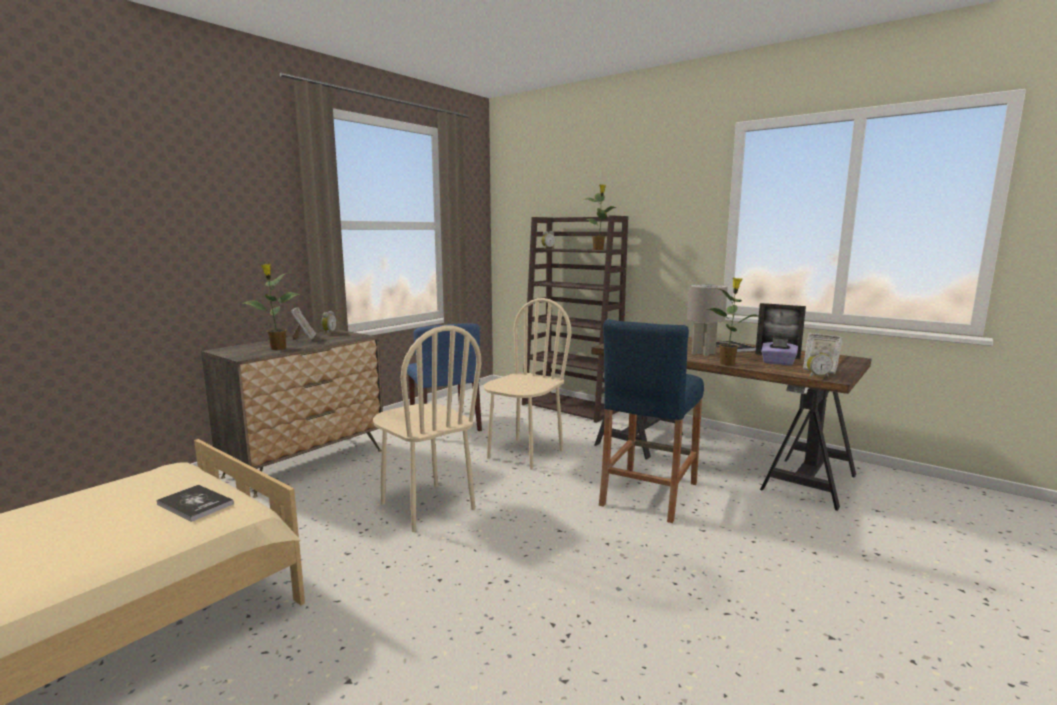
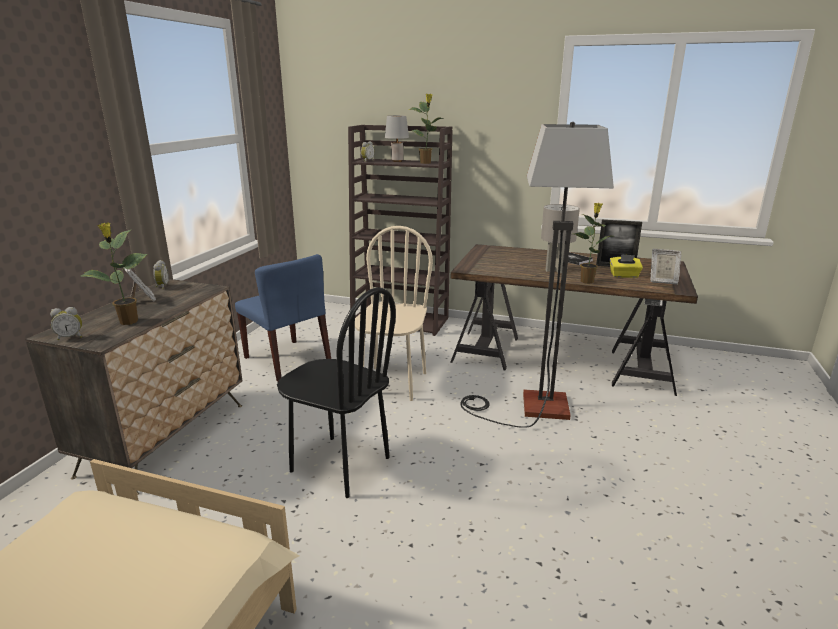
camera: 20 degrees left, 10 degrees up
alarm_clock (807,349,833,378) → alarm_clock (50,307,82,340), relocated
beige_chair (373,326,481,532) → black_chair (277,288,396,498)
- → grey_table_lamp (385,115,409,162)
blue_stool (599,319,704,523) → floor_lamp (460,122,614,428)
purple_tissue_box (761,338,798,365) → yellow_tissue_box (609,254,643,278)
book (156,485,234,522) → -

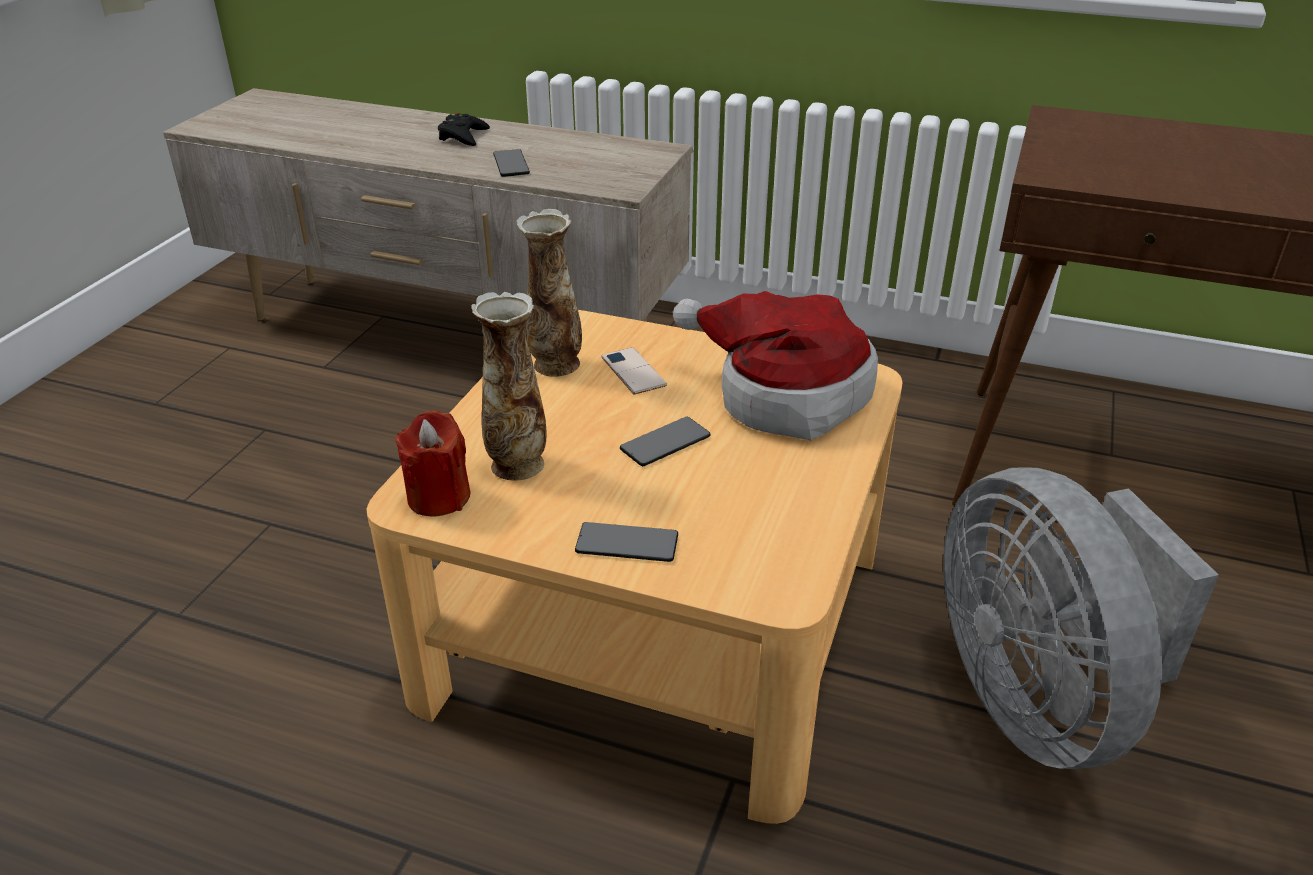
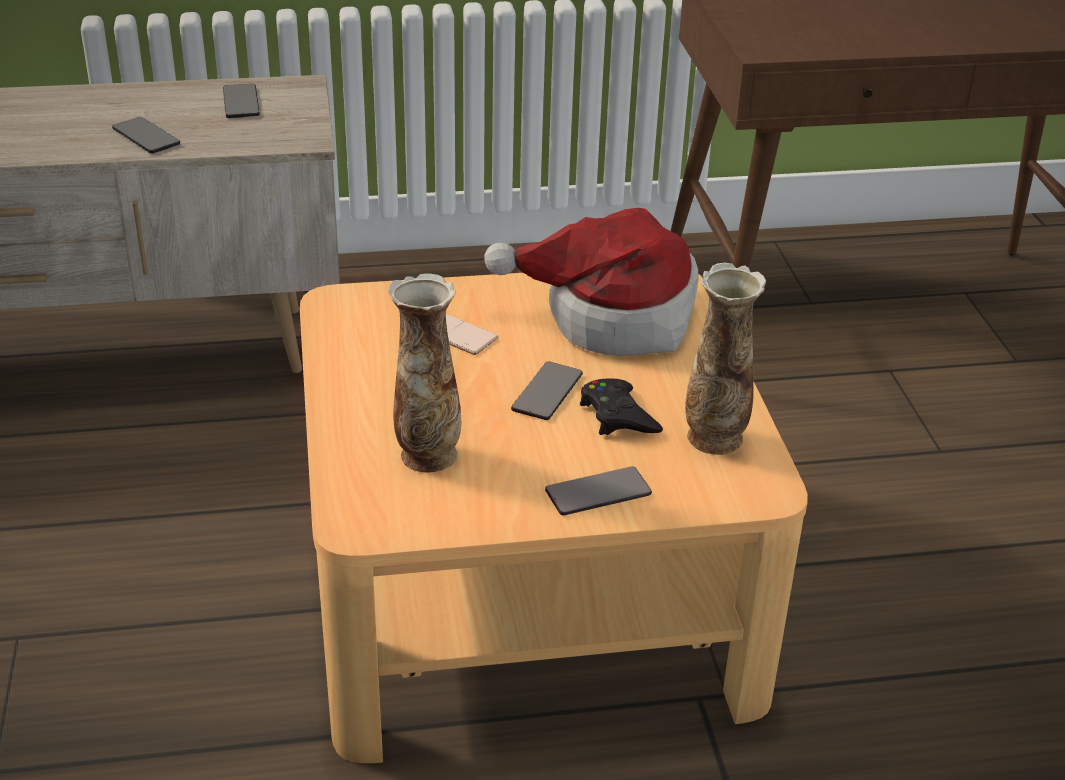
camera: 30 degrees left, 0 degrees up
- → phone (223,84,260,118)
black_game_controller (438,113,490,146) → black_game_controller (580,378,663,435), relocated
vase (516,209,582,376) → vase (685,263,766,455), relocated
red_candle (395,410,471,516) → -
grey_fan (943,467,1219,769) → -

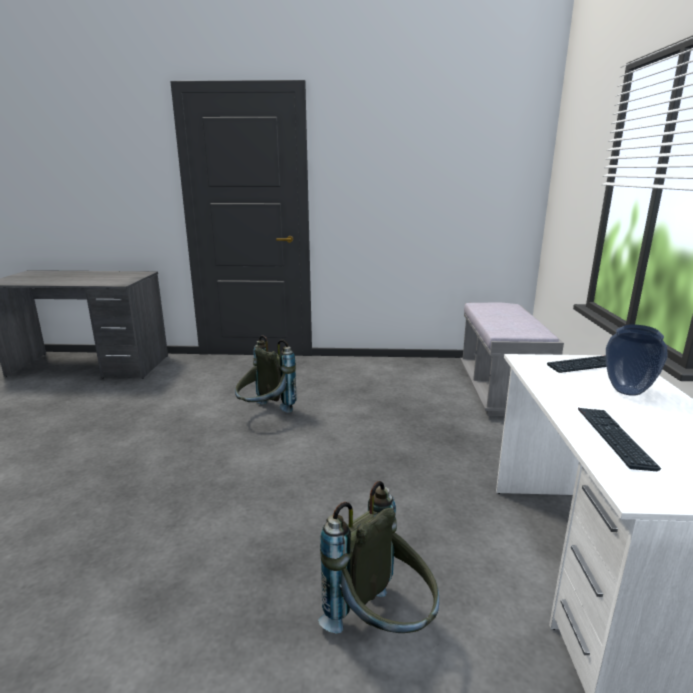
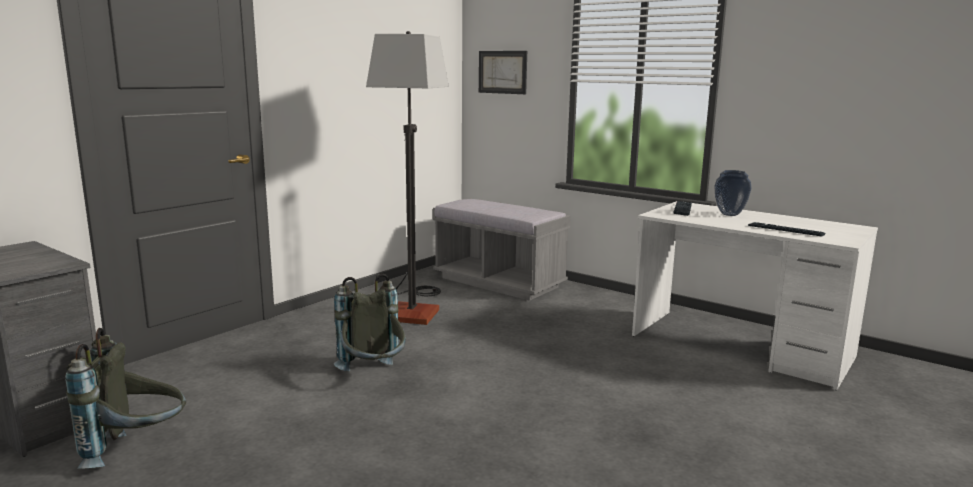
camera: 55 degrees left, 5 degrees down
grey_backpack (318,481,439,634) → grey_backpack (65,328,186,469), relocated
- → floor_lamp (366,31,449,325)
- → picture (479,51,527,94)

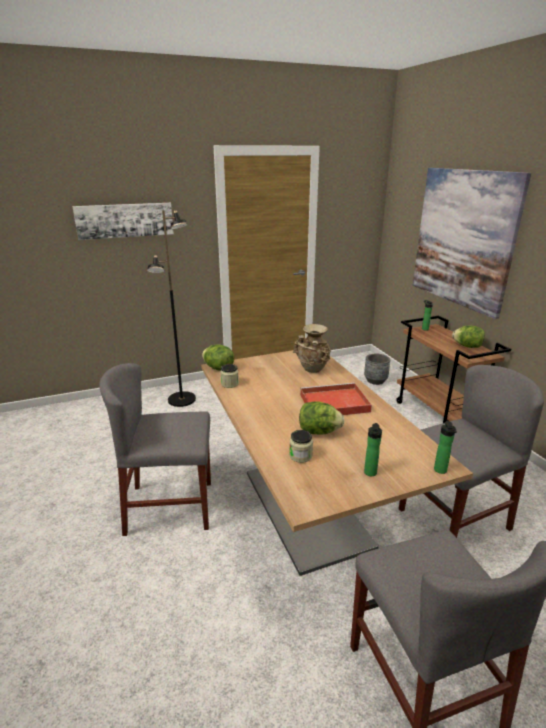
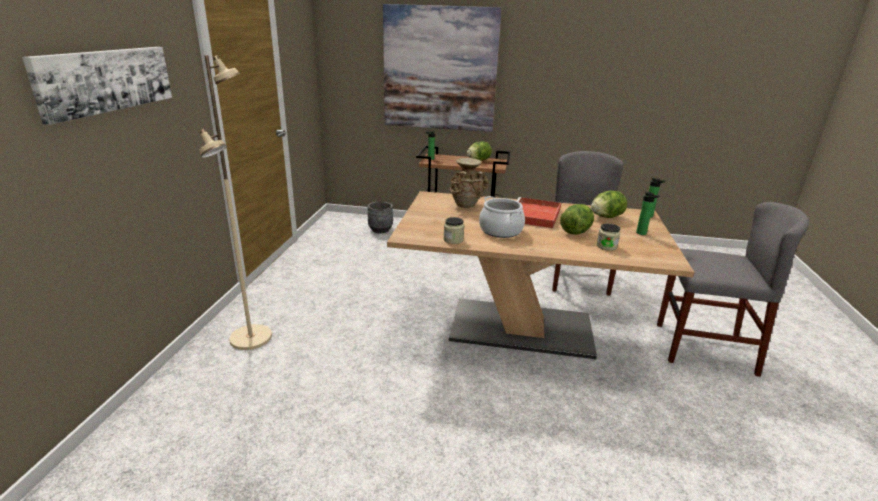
camera: 60 degrees left, 0 degrees up
black_floor_lamp (147,210,196,407) → beige_floor_lamp (199,55,272,350)
- → cooking_pot (479,196,525,238)
lettuce (202,344,234,371) → lettuce (591,190,627,218), relocated
grey_chair (99,363,211,536) → -

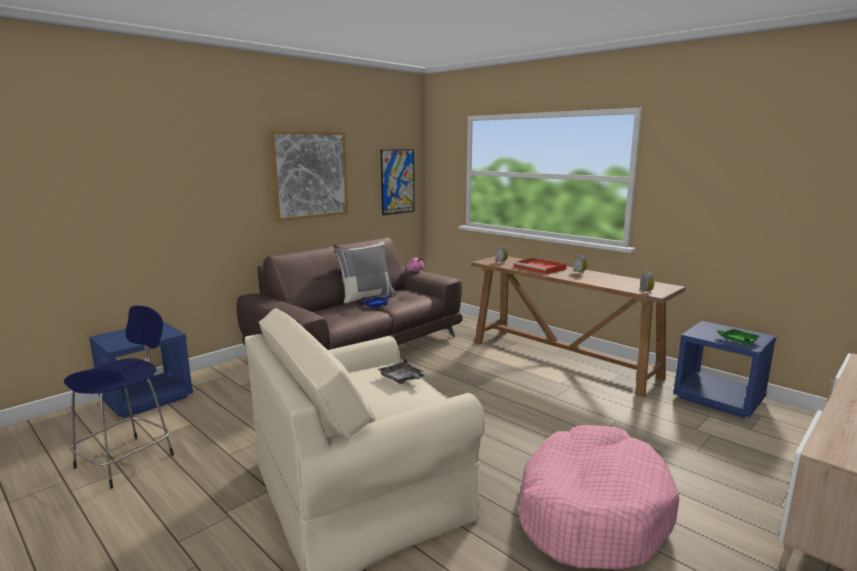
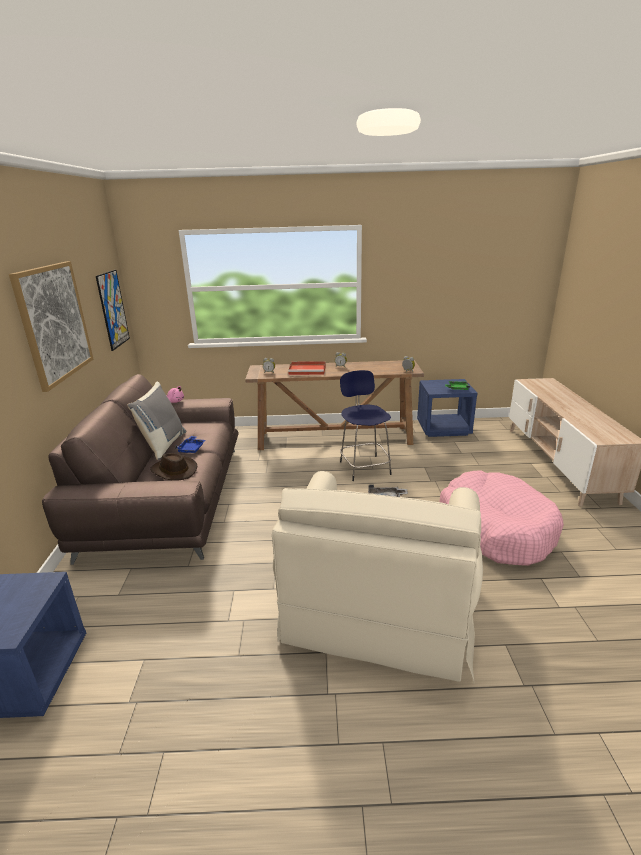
camera: 45 degrees left, 10 degrees up
- → brown_hat (150,453,197,480)
blue_stool (64,306,174,489) → blue_stool (340,370,392,481), relocated

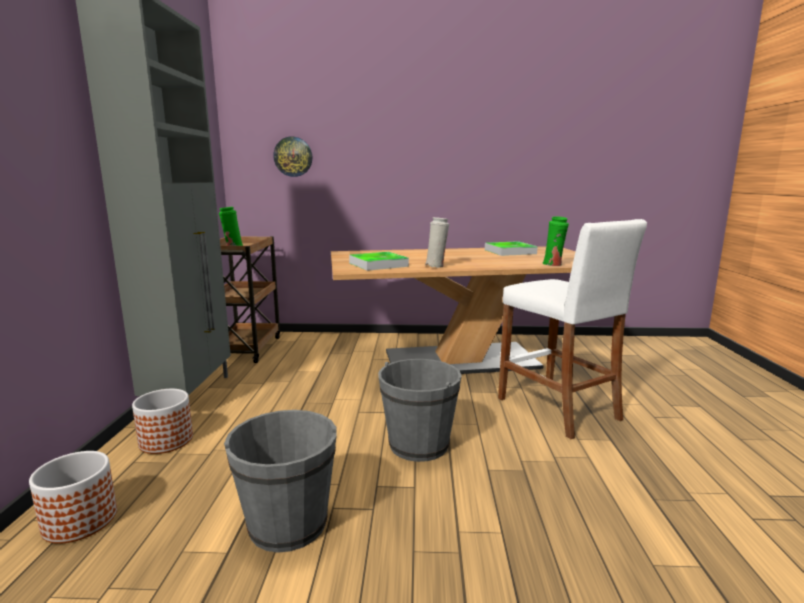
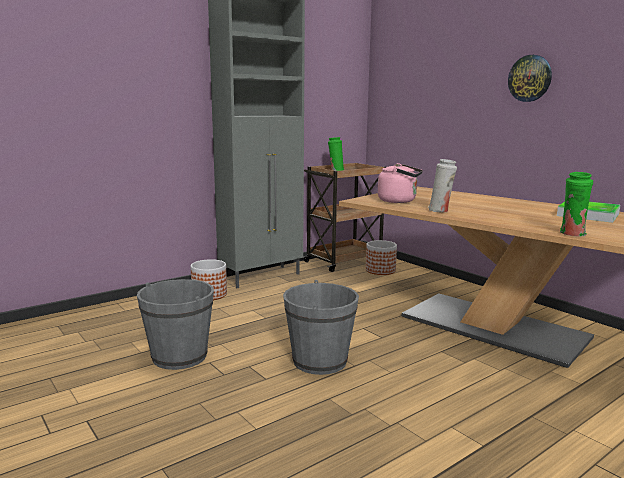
camera: 50 degrees right, 0 degrees up
planter (29,451,117,544) → planter (366,240,397,275), relocated
tray (349,252,409,271) → pink_kettle (378,163,423,203)
wall_clock (273,137,312,177) → wall_clock (508,55,552,102), relocated
white_stool (498,219,647,439) → -

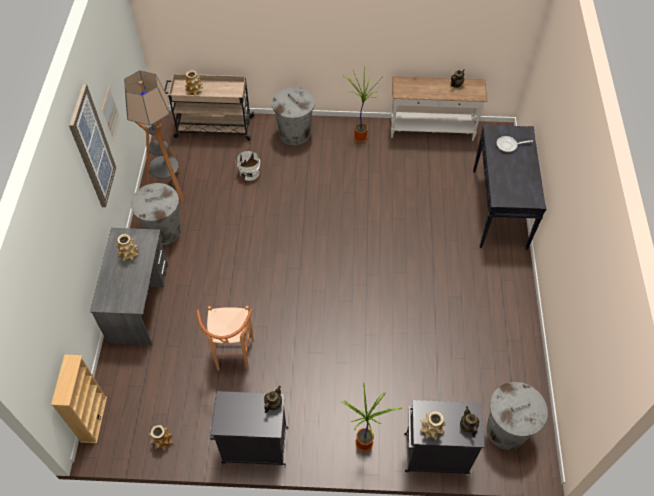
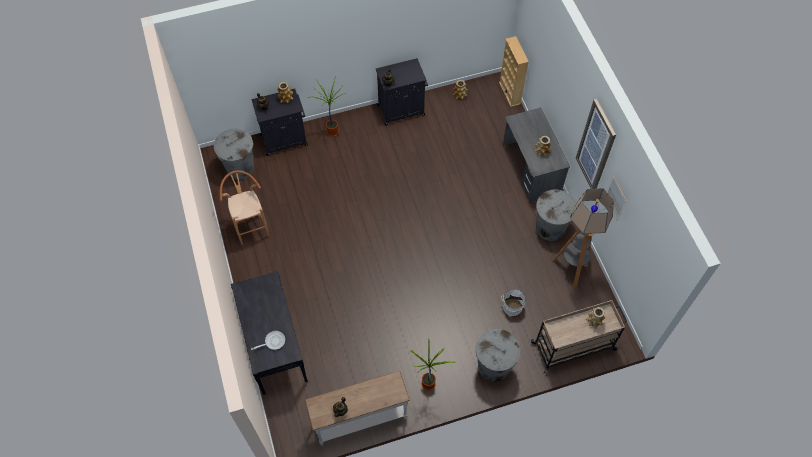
camera: 160 degrees right, 5 degrees up
brown_stool (196,306,253,371) → brown_stool (220,170,269,245), relocated

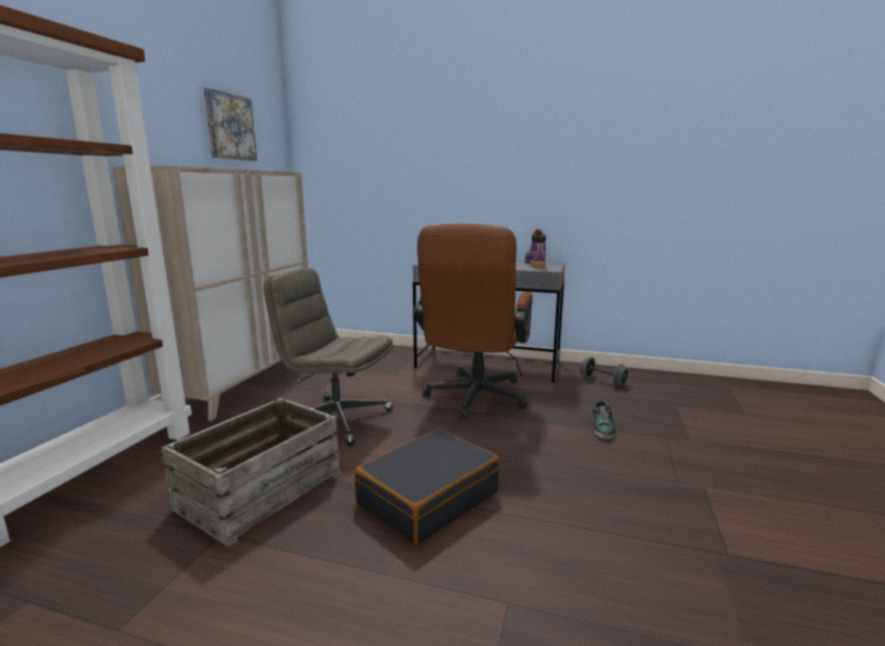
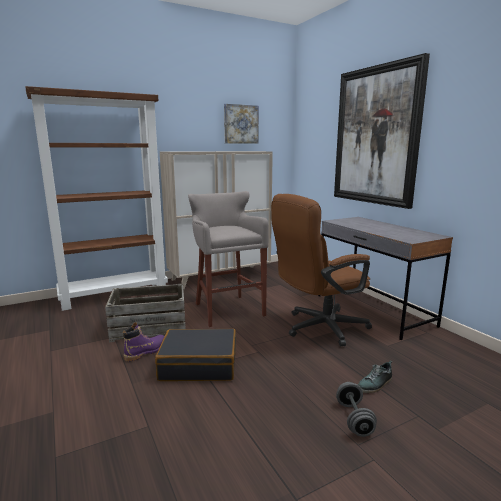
camera: 45 degrees right, 0 degrees up
purple_boot (524,229,546,268) → purple_boot (123,322,164,361), relocated
grey_office_chair (263,268,393,445) → grey_stool (188,191,268,327)
- → picture (334,53,430,209)
grey_dumbbell (580,357,629,386) → grey_dumbbell (336,382,377,437), relocated

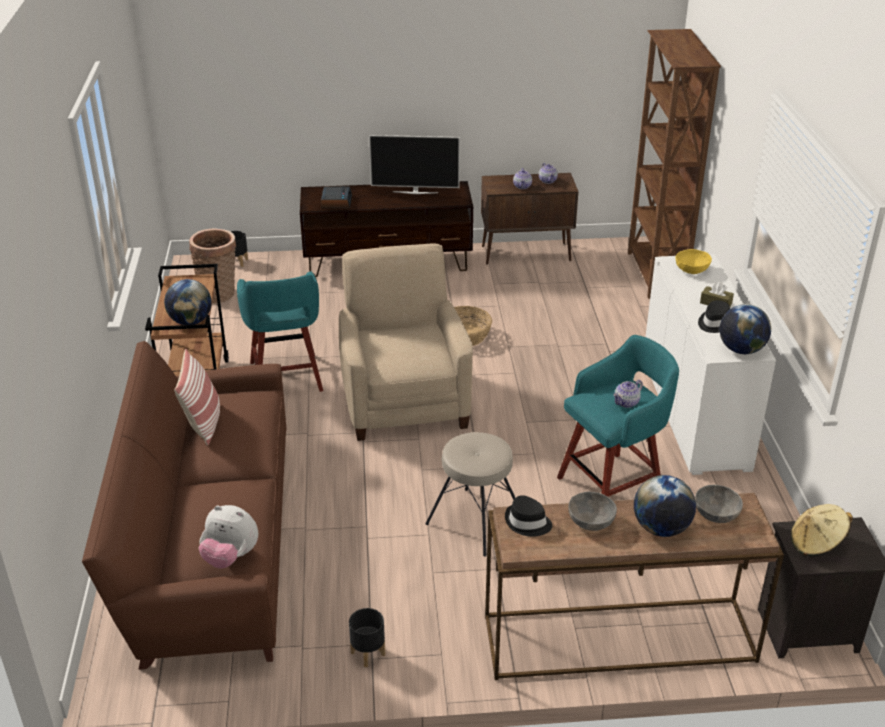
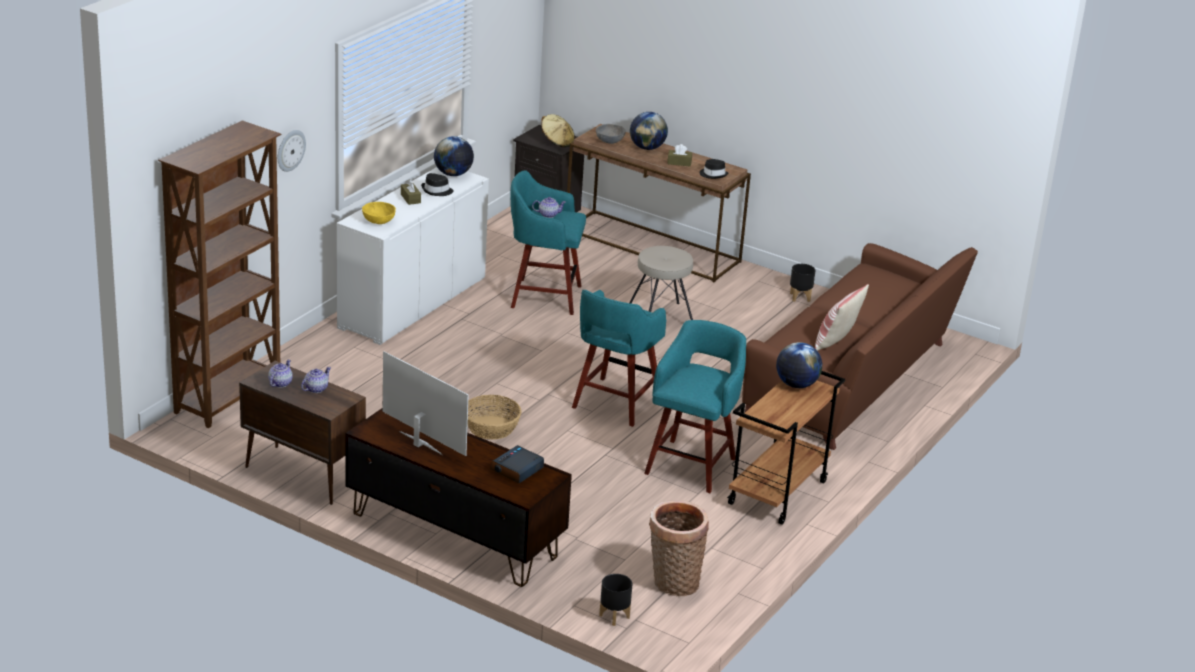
camera: 145 degrees left, 5 degrees down
- → wall_clock (278,130,306,172)
beige_armchair (339,244,473,441) → turquoise_stool (572,290,666,427)
grey_bowl (568,492,617,531) → brown_tissue_box (667,144,692,167)
plush_toy (199,505,258,569) → -

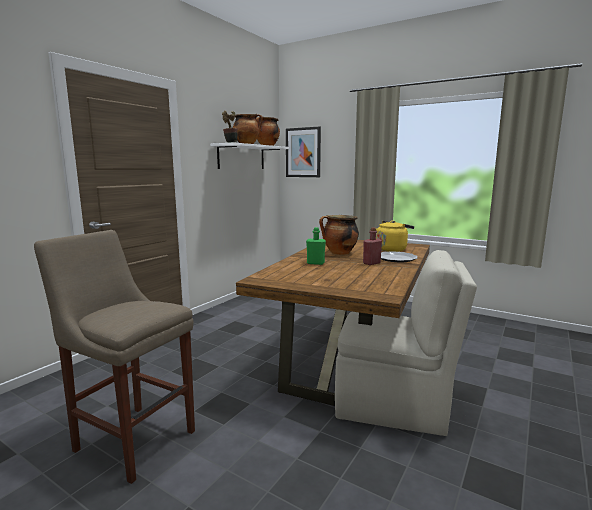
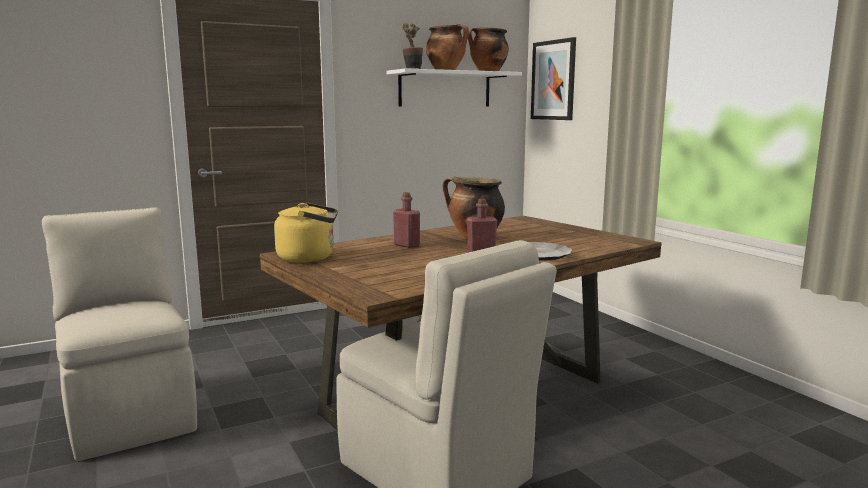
camera: 30 degrees right, 0 degrees up
beige_stool (34,230,195,484) → beige_chair (42,207,197,461)
yellow_kettle (376,220,414,252) → yellow_kettle (274,203,338,263), relocated
green_bottle (306,227,326,265) → red_bottle (393,192,420,248)

